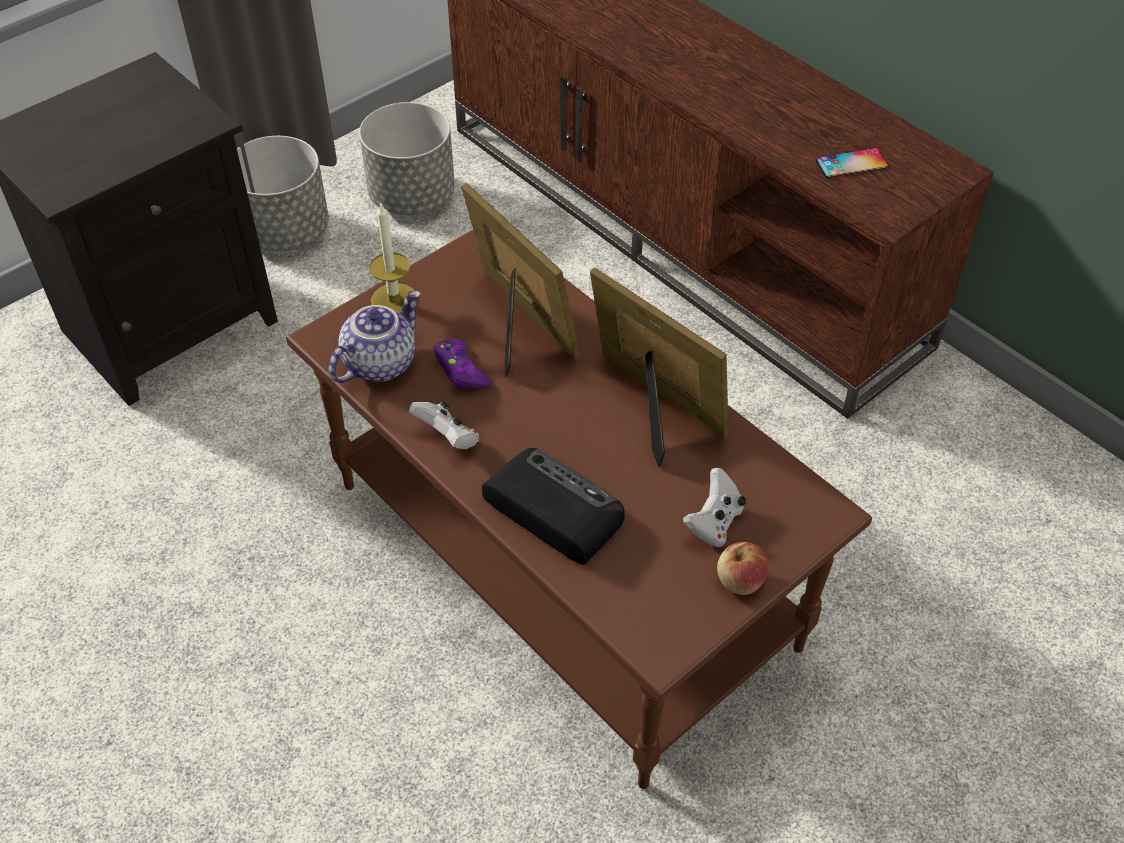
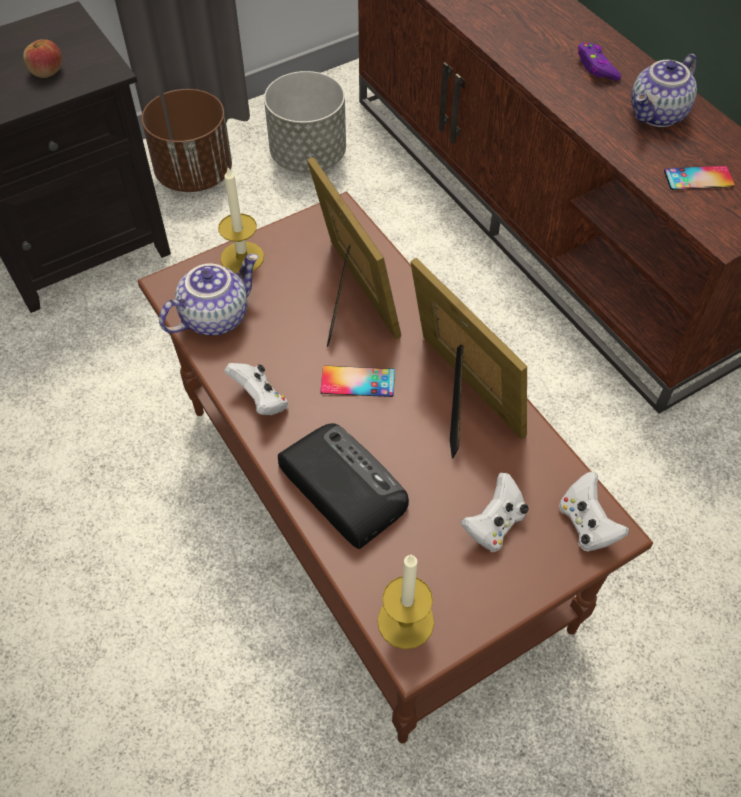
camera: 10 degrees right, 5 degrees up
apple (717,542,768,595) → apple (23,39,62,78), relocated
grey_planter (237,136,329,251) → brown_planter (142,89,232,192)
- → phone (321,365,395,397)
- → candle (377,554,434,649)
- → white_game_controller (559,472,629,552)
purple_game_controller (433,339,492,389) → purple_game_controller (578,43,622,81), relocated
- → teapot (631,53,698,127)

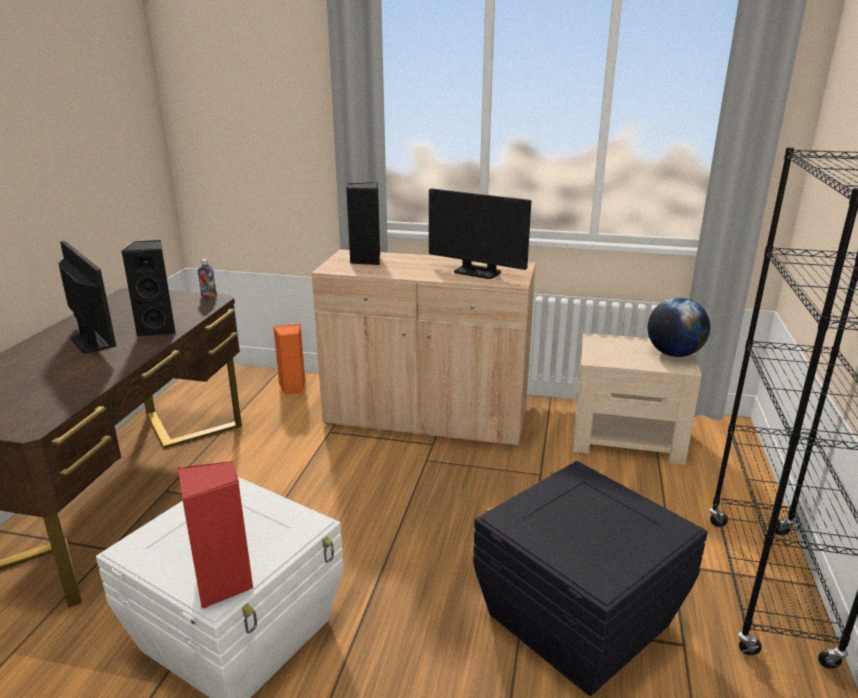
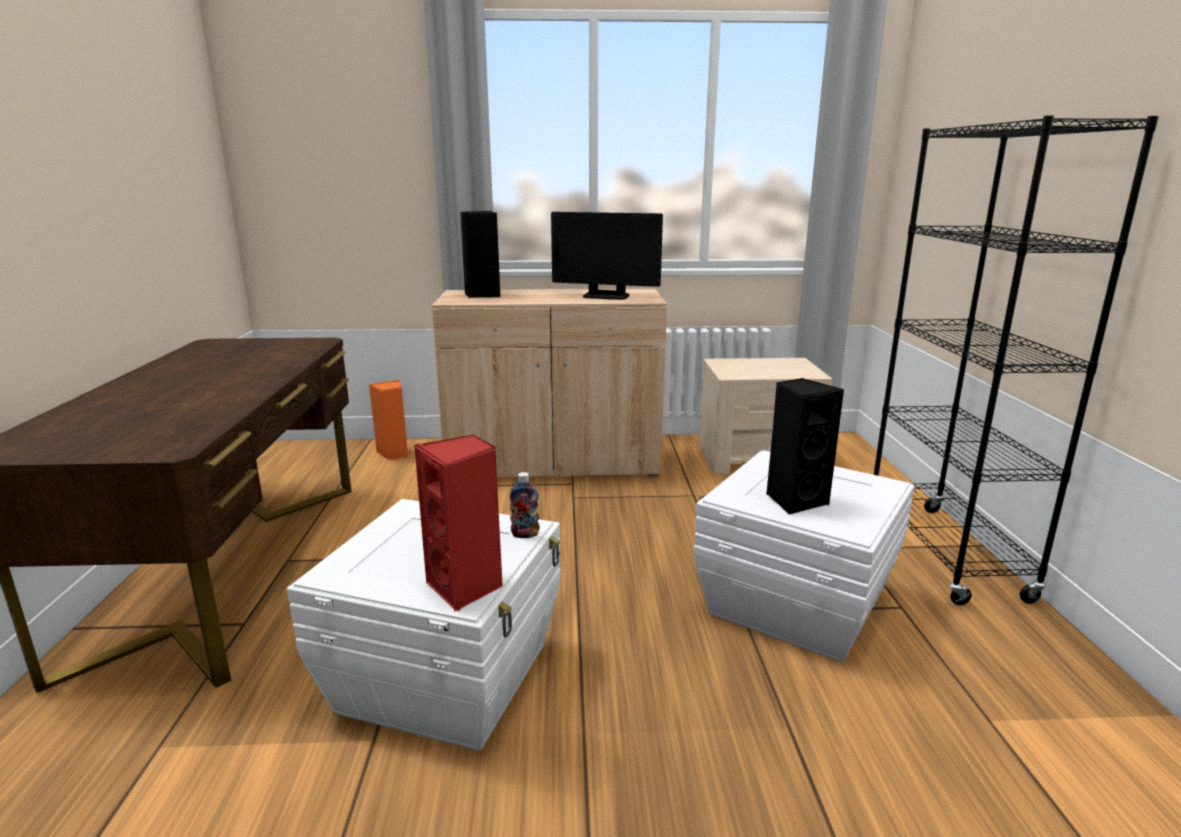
camera: 15 degrees left, 5 degrees down
bottle (198,259,217,298) → bottle (509,472,539,538), relocated
black_storage_box (473,461,708,696) → white_storage_box (694,450,914,663)
black_speaker (122,240,176,337) → black_speaker (766,378,844,515), relocated
monitor (59,241,116,353) → -
globe (648,298,710,357) → -

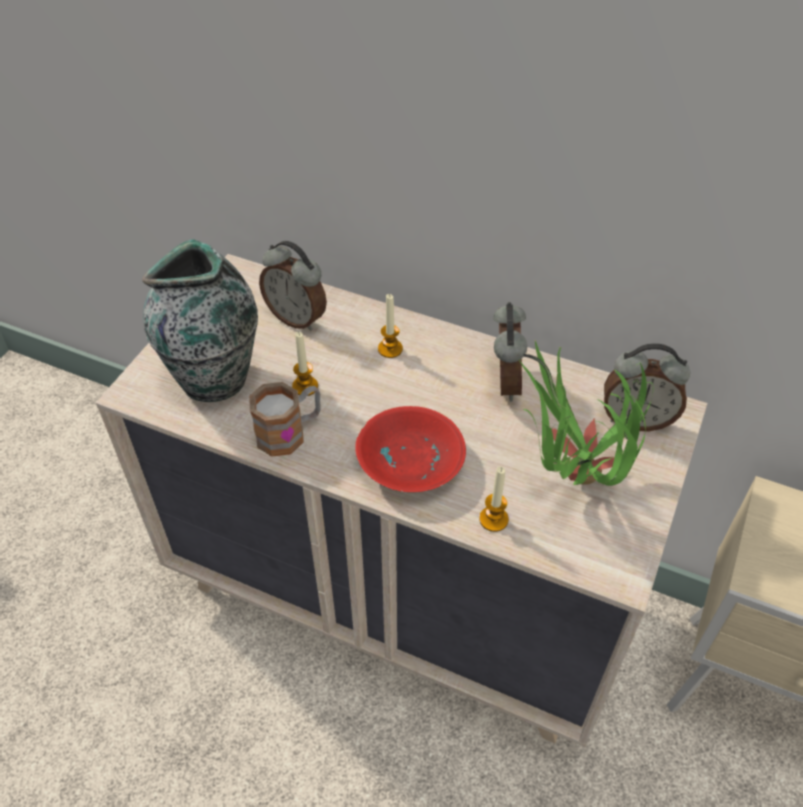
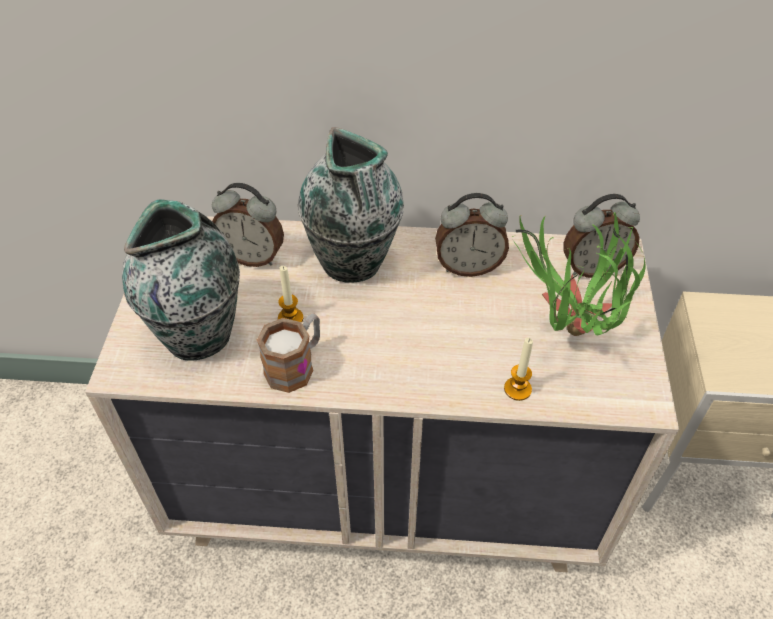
camera: 20 degrees left, 0 degrees up
candle (378,294,403,358) → vase (298,127,404,283)
alarm_clock (493,302,527,402) → alarm_clock (435,193,509,277), 105 degrees clockwise
red_bowl (355,406,466,492) → -

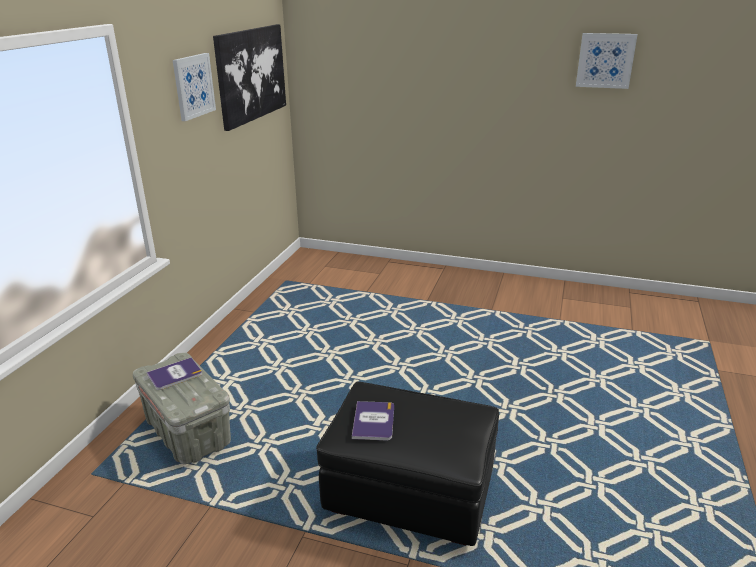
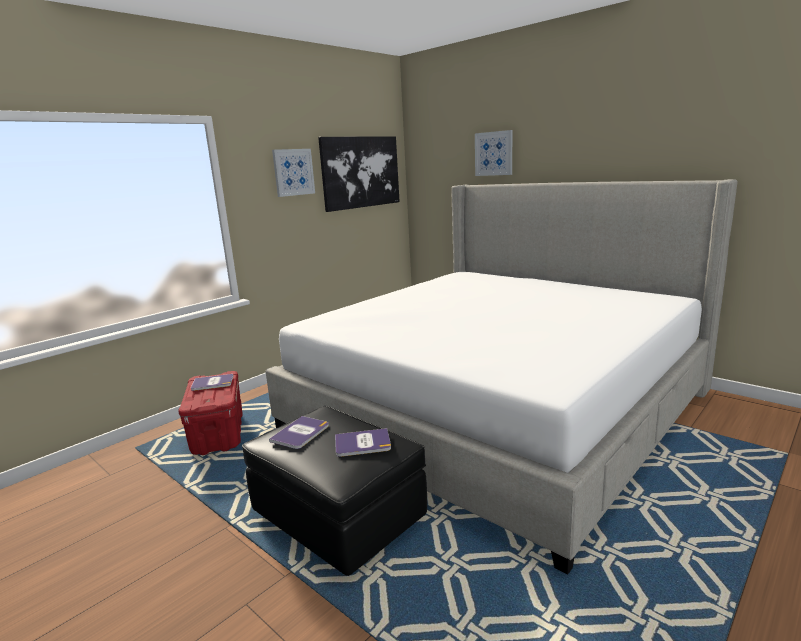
camera: 25 degrees right, 10 degrees down
grey_storage_box (133,352,231,465) → red_storage_box (179,371,243,455)
- → bed (266,179,738,575)
- → book (335,428,391,457)
picture (576,33,638,89) → picture (475,130,512,176), relocated

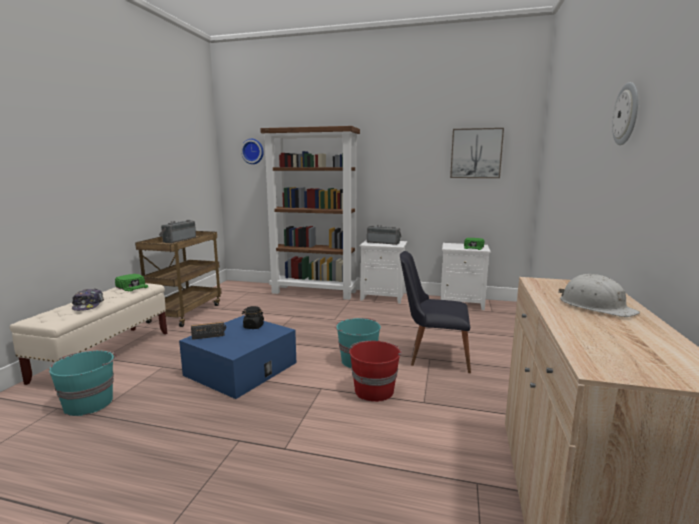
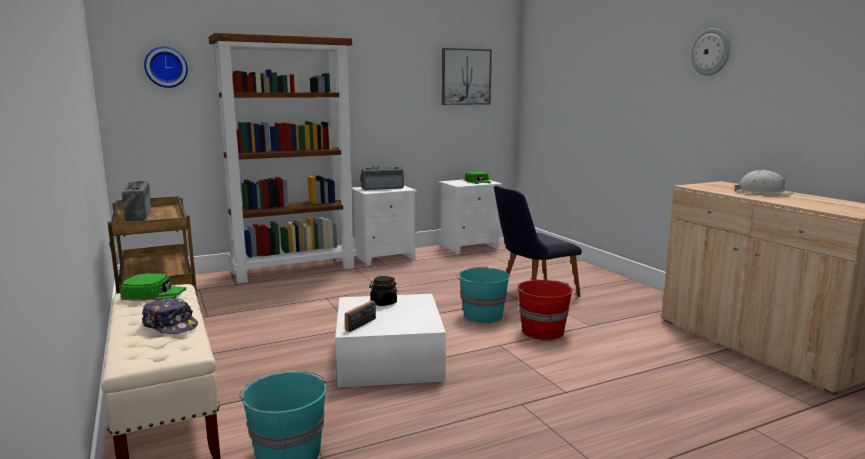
camera: 40 degrees left, 0 degrees up
blue_storage_box (179,315,296,399) → white_storage_box (335,294,446,388)

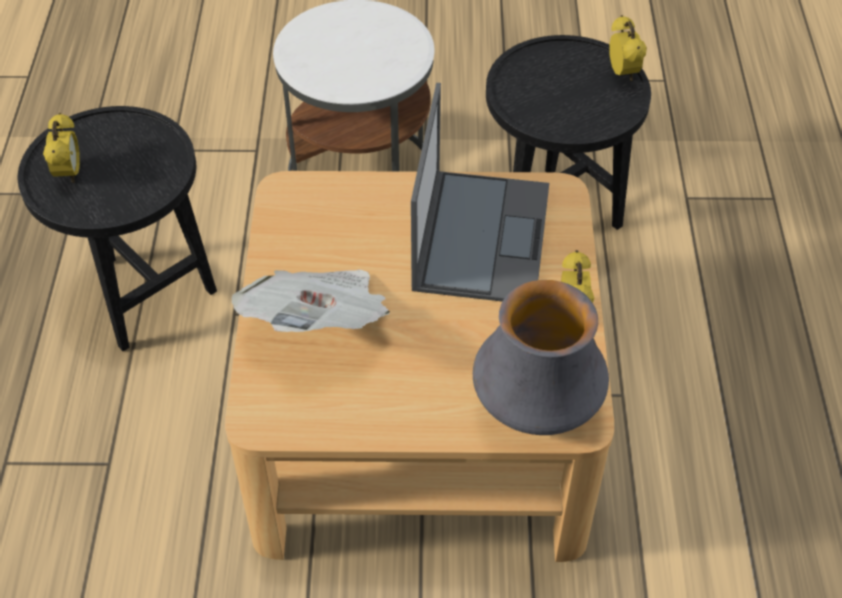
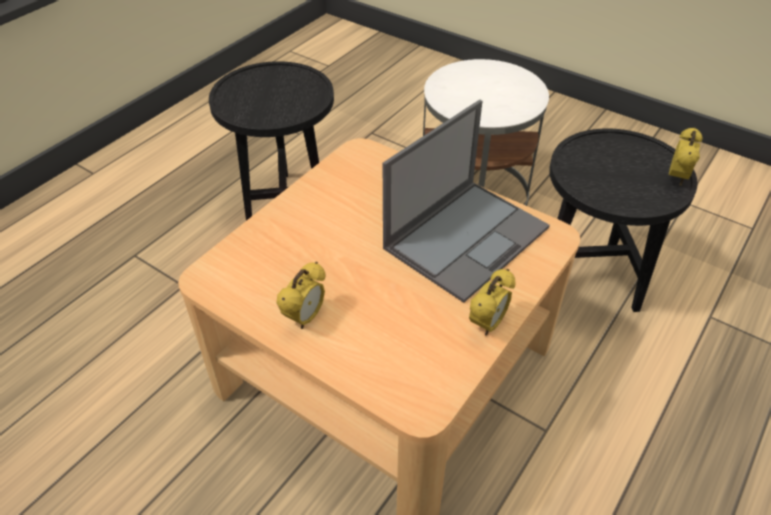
camera: 35 degrees right, 5 degrees down
alarm_clock (43,113,80,183) → alarm_clock (276,262,325,329), relocated
newspaper (232,269,390,332) → -
vase (473,280,609,435) → -

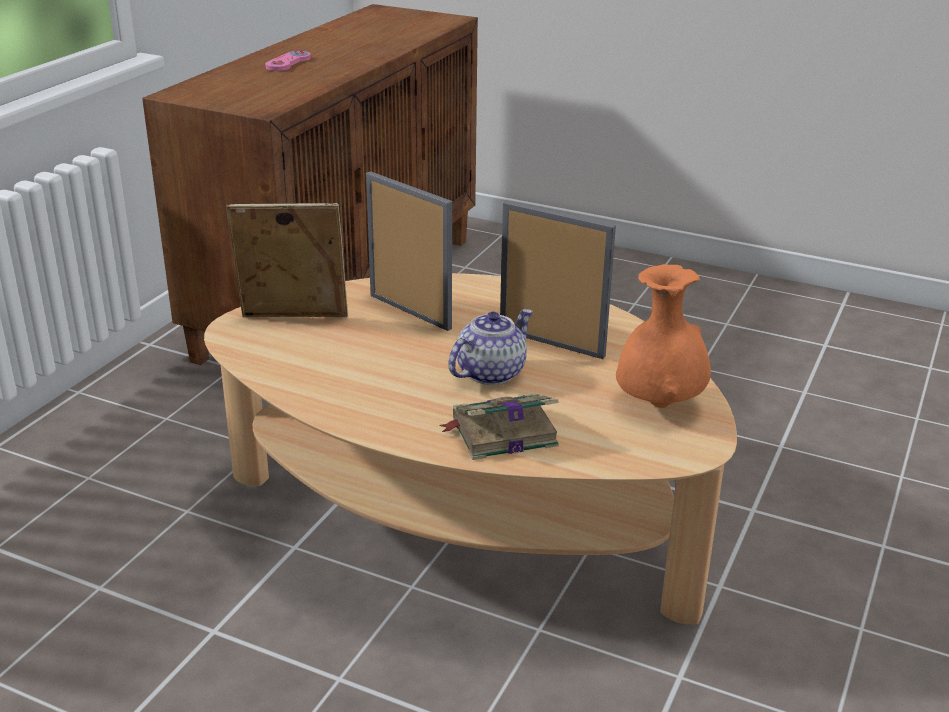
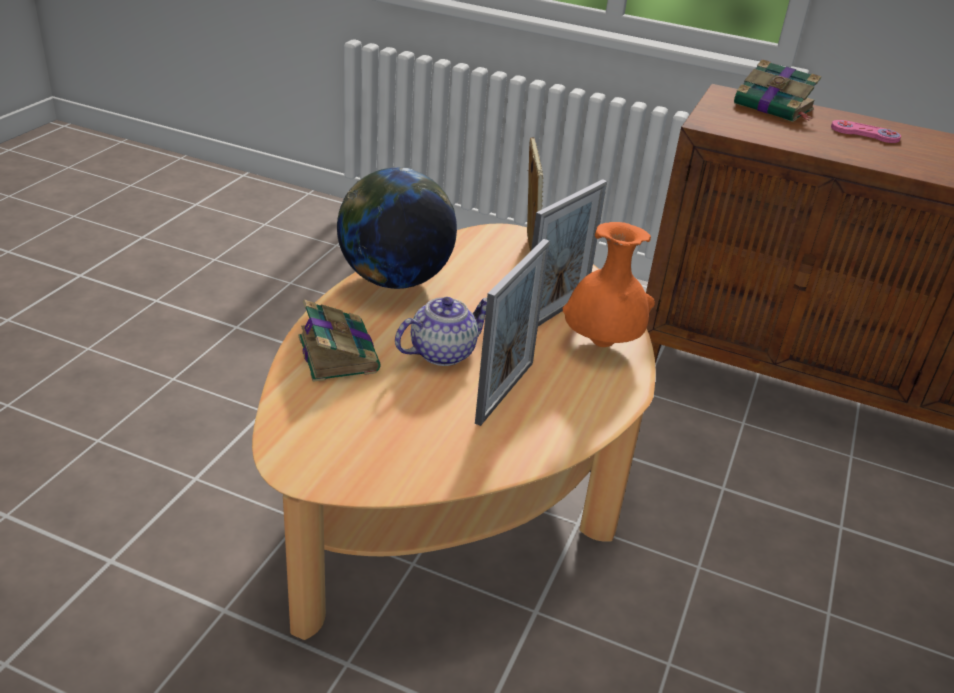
camera: 85 degrees right, 5 degrees up
- → globe (337,168,457,289)
teapot (448,309,533,385) → teapot (395,297,487,366), 75 degrees counterclockwise
orange_vase (616,264,711,408) → orange_vase (563,222,655,347), relocated
- → book (734,59,821,122)

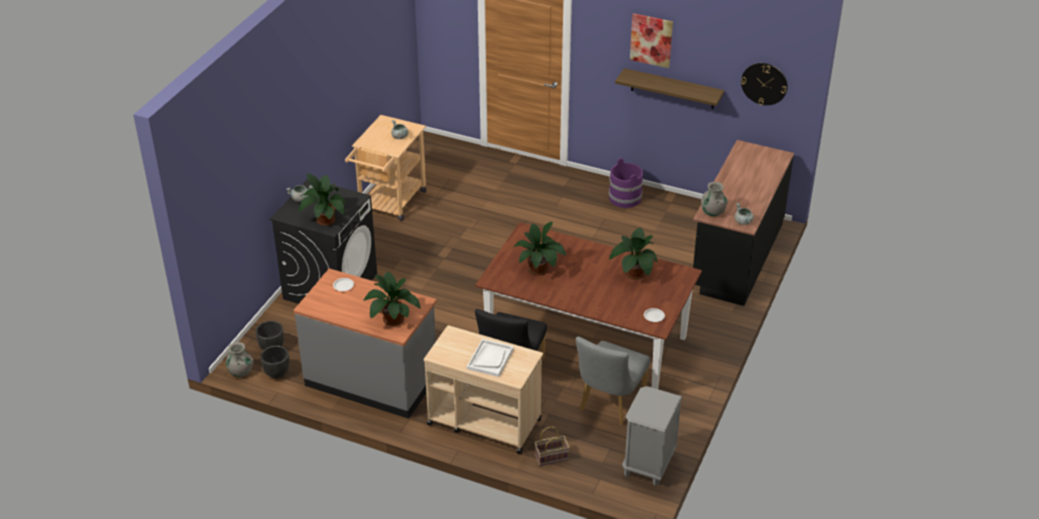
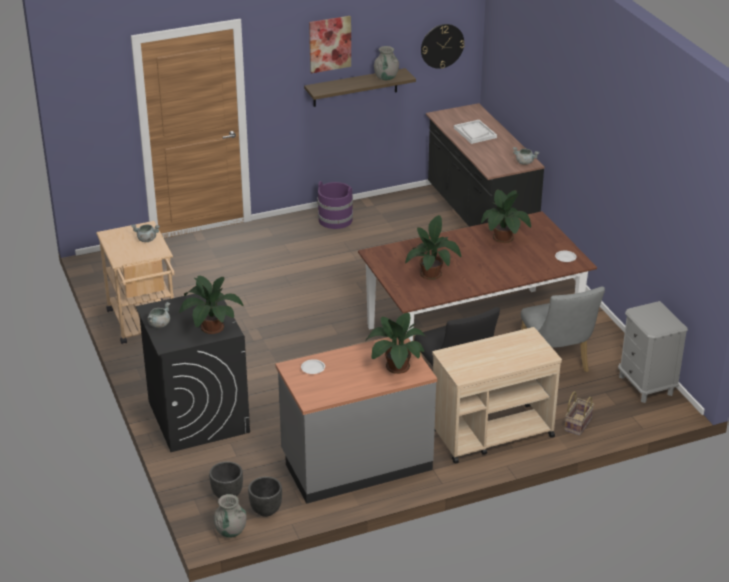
camera: 45 degrees left, 5 degrees down
grey_vase (701,182,728,216) → grey_vase (374,46,399,80), relocated
white_tray (467,339,514,377) → white_tray (454,120,497,144), relocated

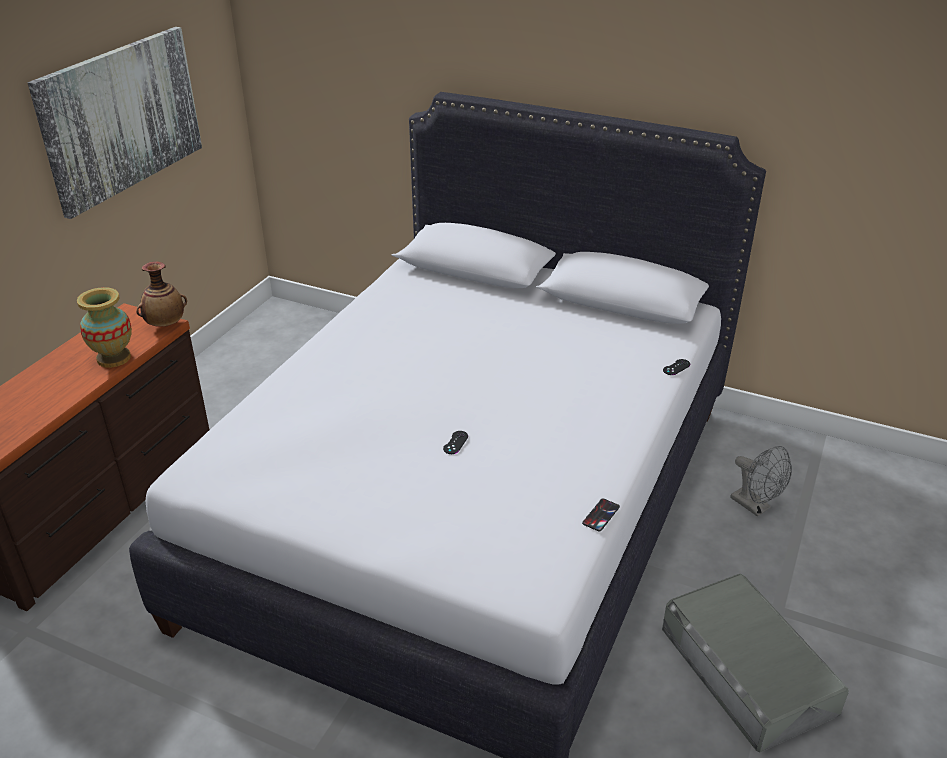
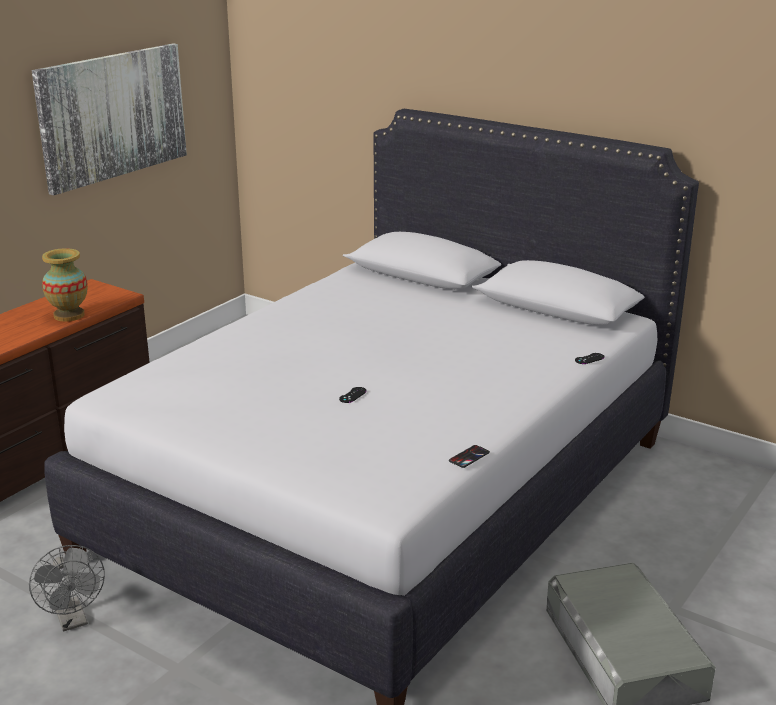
camera: 10 degrees right, 10 degrees down
grey_fan (730,446,792,517) → grey_fan (29,545,105,632), relocated
vase (136,261,187,327) → -

